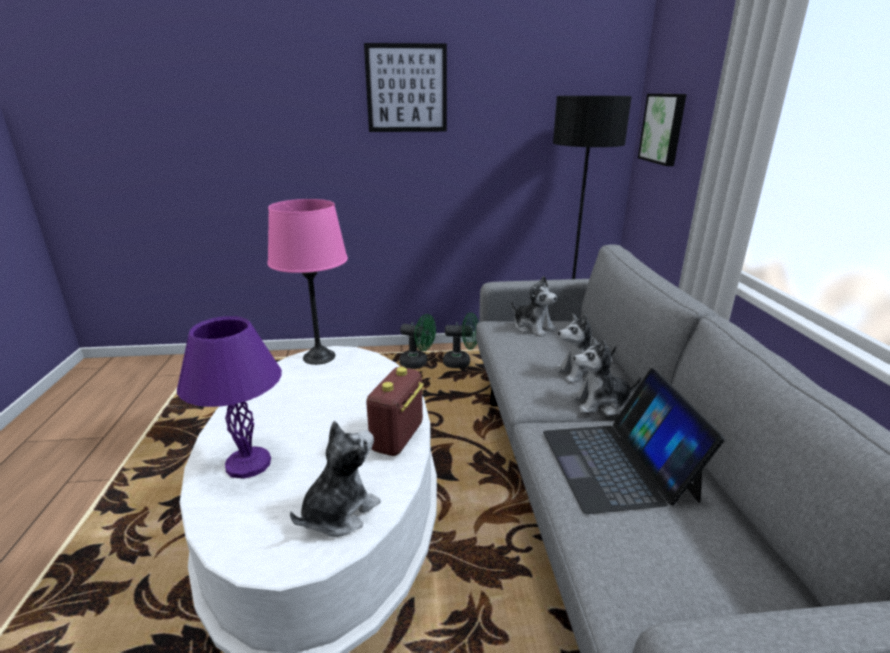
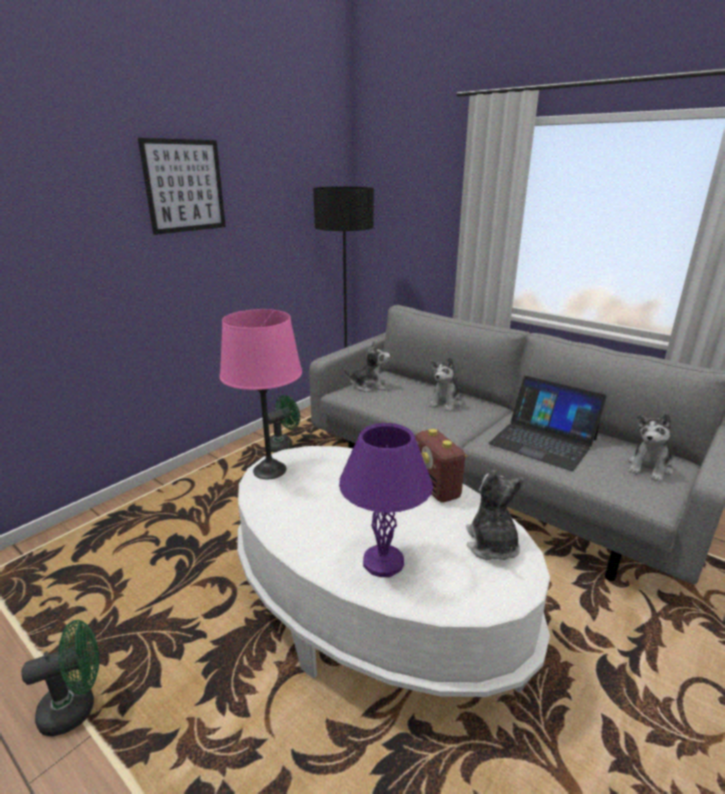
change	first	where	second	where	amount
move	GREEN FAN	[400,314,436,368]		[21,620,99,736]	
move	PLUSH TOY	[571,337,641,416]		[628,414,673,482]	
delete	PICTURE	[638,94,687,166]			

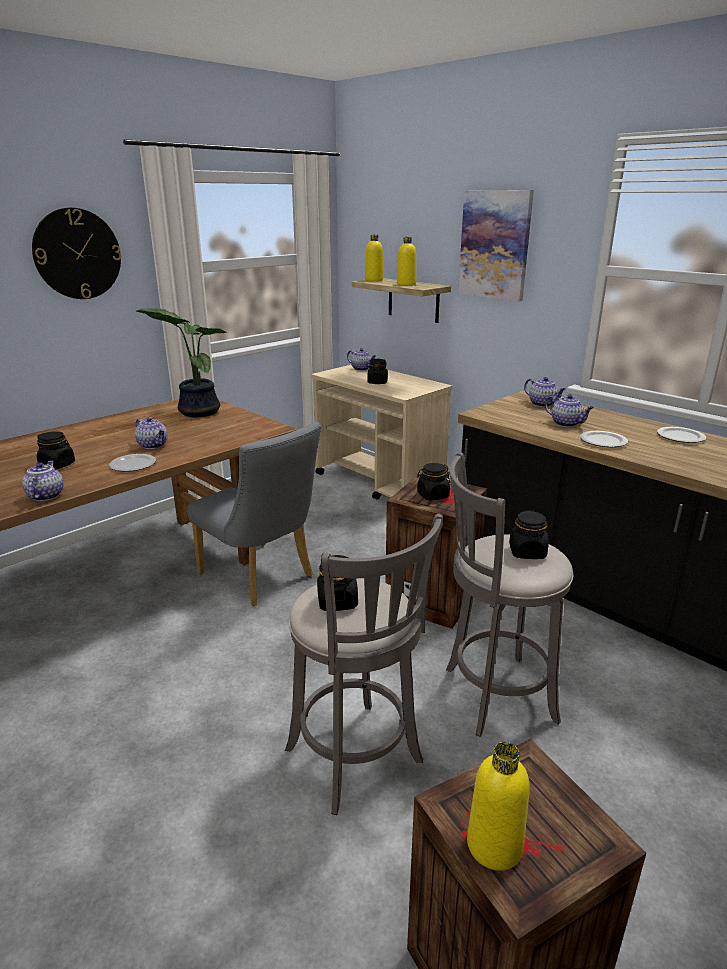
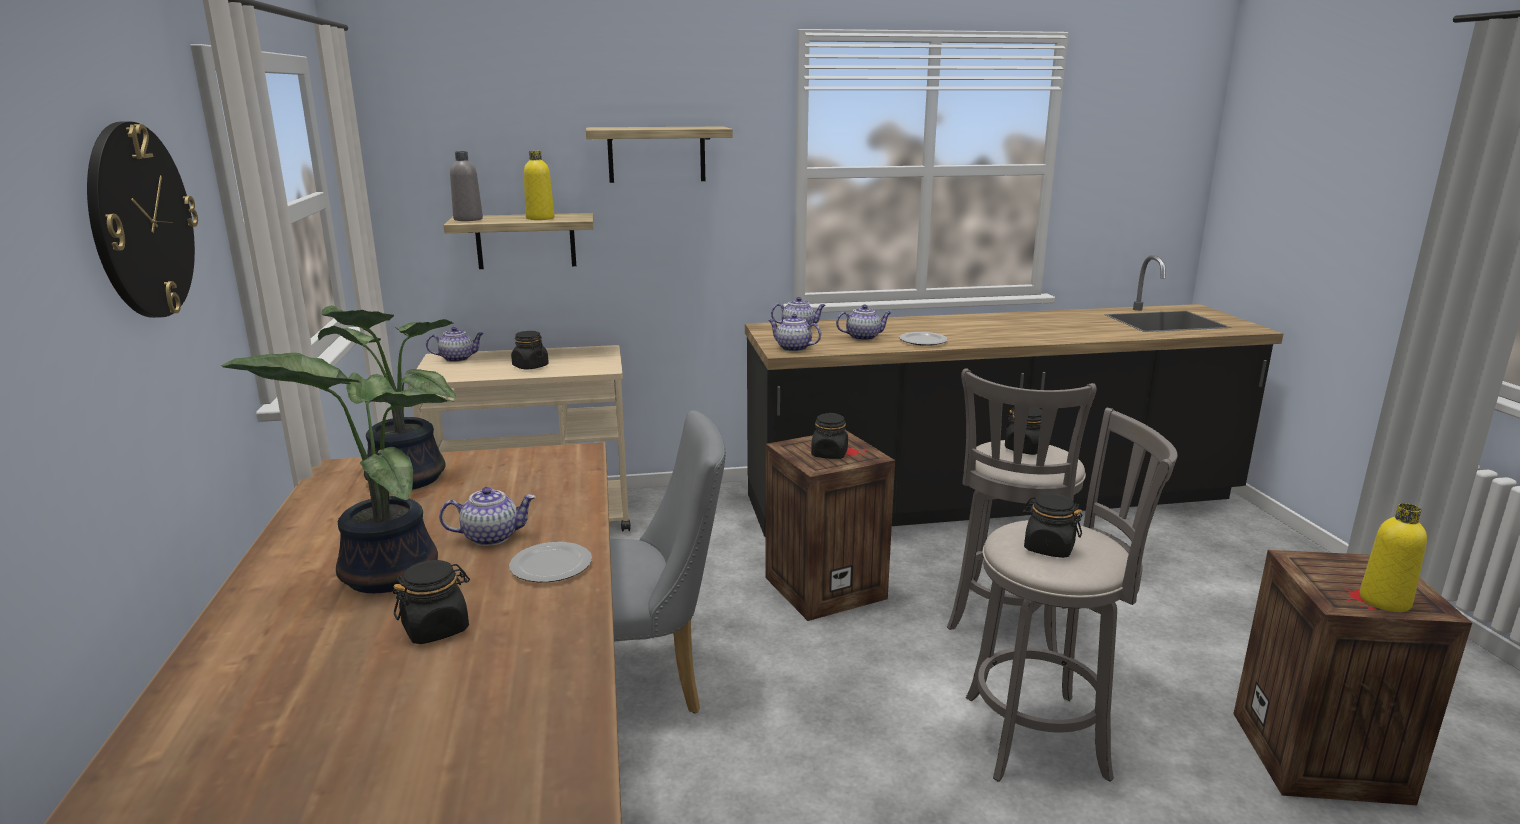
change	first	where	second	where	amount
insert			POTTED PLANT	[221,353,454,593]	
recolor	YELLOW BOTTLE	[365,235,383,281]	GREY BOTTLE	[450,151,483,221]	
replace	PICTURE	[458,190,534,301]	SHELF	[586,127,733,183]	
move	TEAPOT	[22,461,64,501]		[768,314,821,352]	
delete	PLATE	[657,427,706,443]			

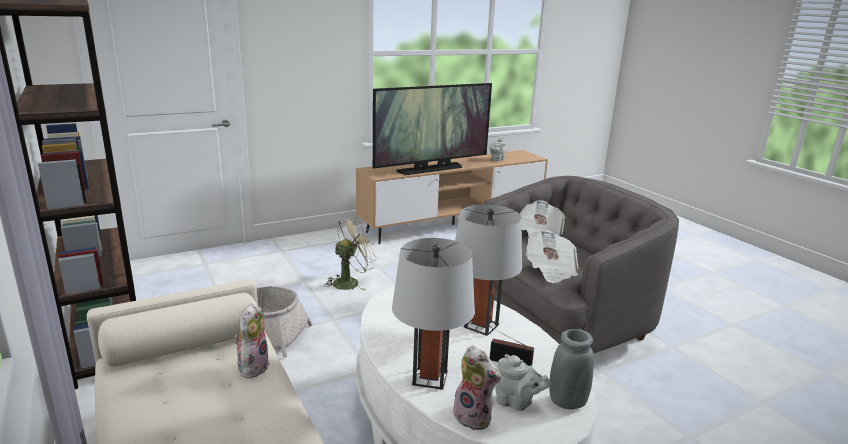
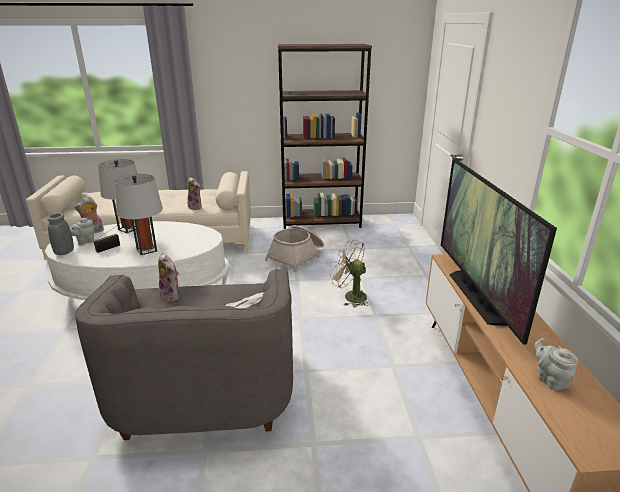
change	first	where	second	where	amount
replace	NEWSPAPER	[526,230,578,283]	PLUSH TOY	[158,253,179,303]	
rotate	BEIGE FAN	[324,217,377,291]		[330,239,370,307]	135 degrees clockwise

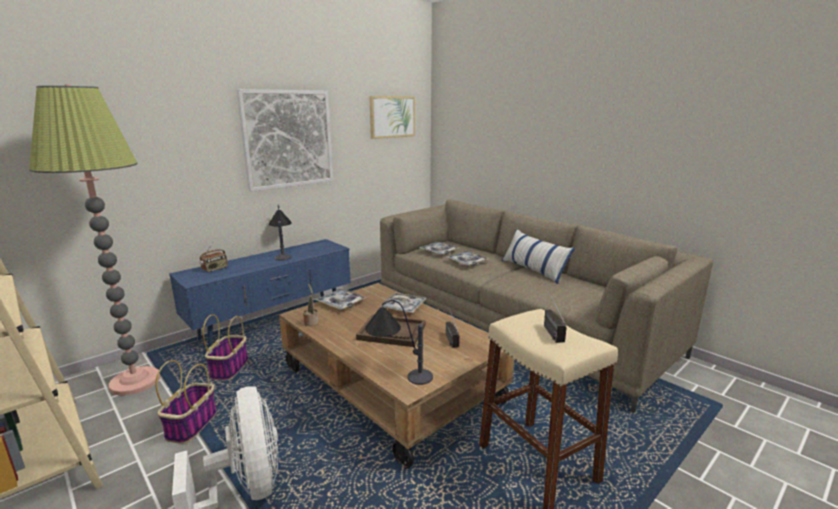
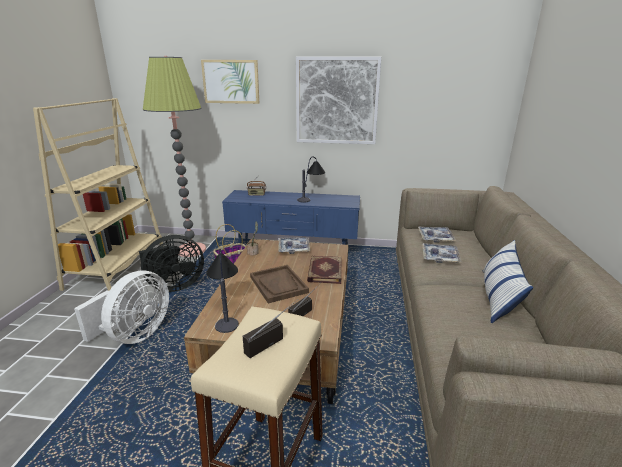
change	first	where	second	where	amount
replace	BASKET	[155,360,217,444]	BLACK FAN	[139,235,204,292]	
move	PICTURE	[369,96,415,139]		[201,60,259,104]	
replace	TRAY	[379,292,426,313]	BOOK	[307,256,342,284]	

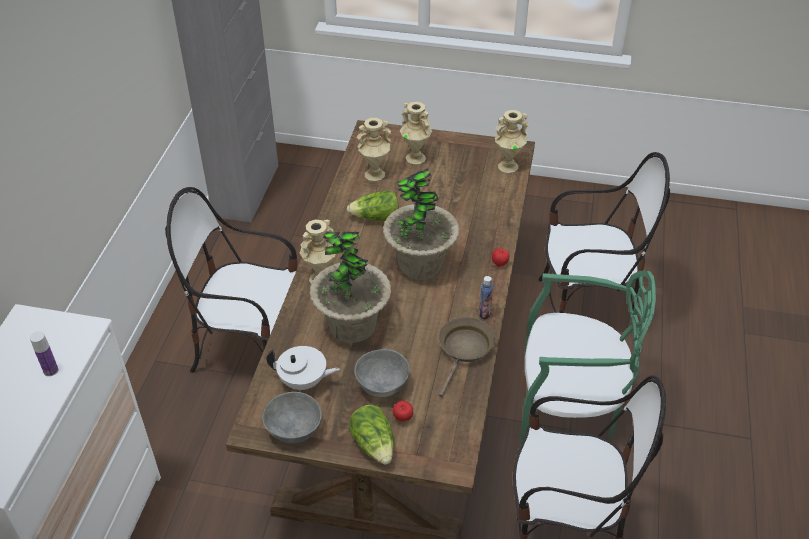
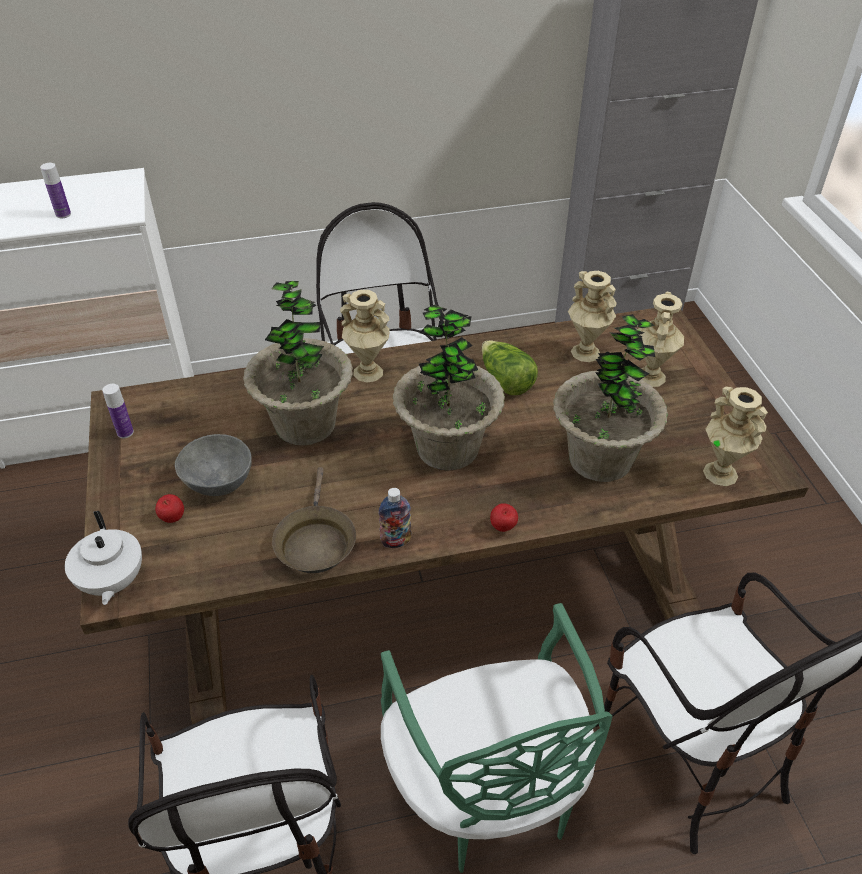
change	first	where	second	where	amount
move	WHITE TEAPOT	[267,346,340,392]		[65,511,142,605]	
replace	GREY BOWL	[262,392,322,443]	BOTTLE	[102,384,134,438]	
rotate	BROWN FRYING PAN	[439,317,495,397]		[272,467,356,573]	90 degrees clockwise
insert			POTTED PLANT	[553,314,668,482]	
delete	LETTUCE	[349,405,394,465]			

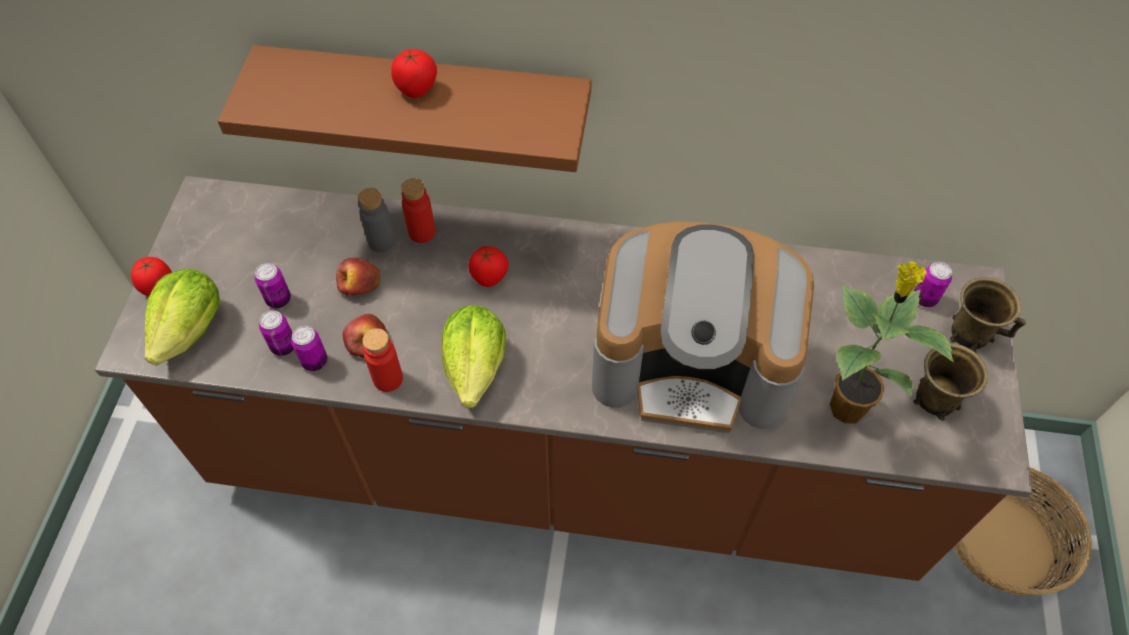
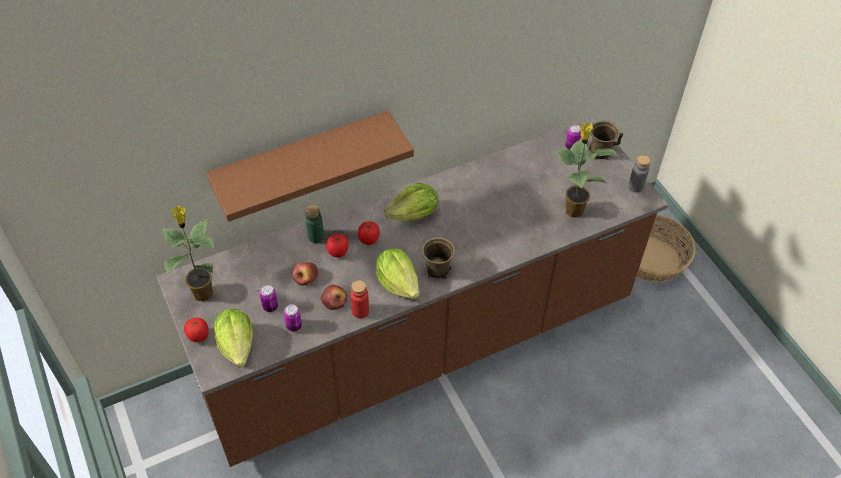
change	first	where	second	where	amount
insert			POTTED PLANT	[162,206,215,301]	
recolor	RED BOTTLE	[401,178,436,243]	GREEN BOTTLE	[305,205,324,243]	
move	TOMATO	[391,49,437,98]		[327,234,349,257]	
insert			LETTUCE	[384,183,439,221]	
move	BROWN MUG	[913,343,988,421]		[422,237,455,279]	
move	GREY BOTTLE	[358,188,395,252]		[628,155,650,193]	
delete	CAN	[291,326,327,371]			
delete	COFFEE MACHINE	[592,222,814,433]			

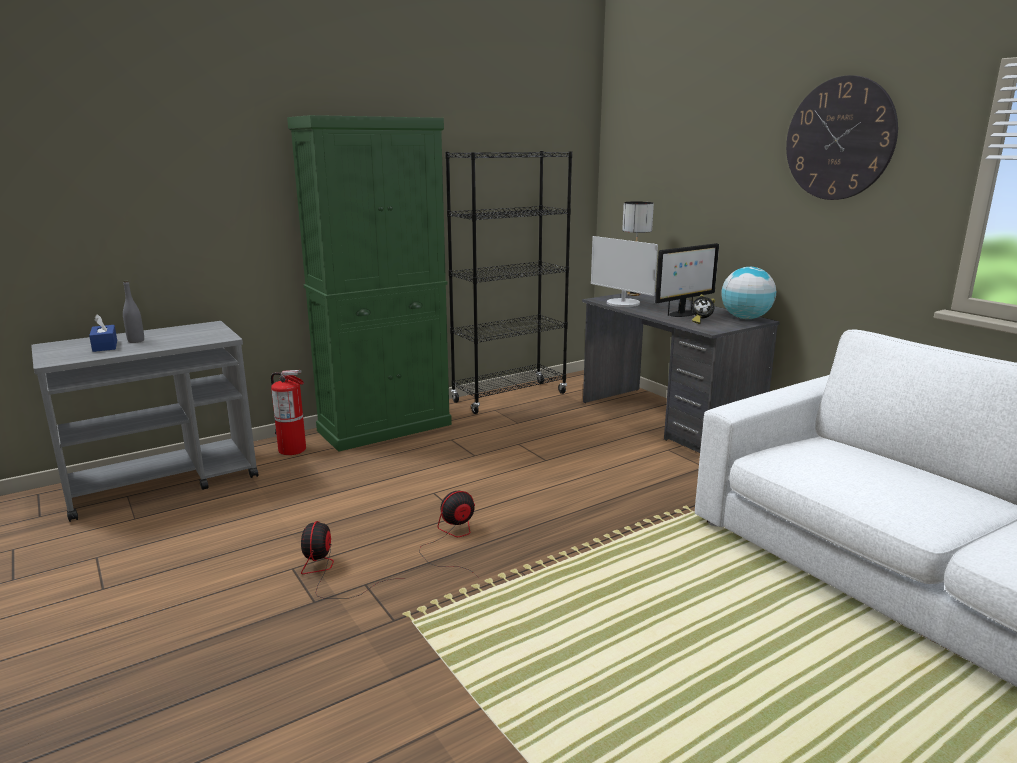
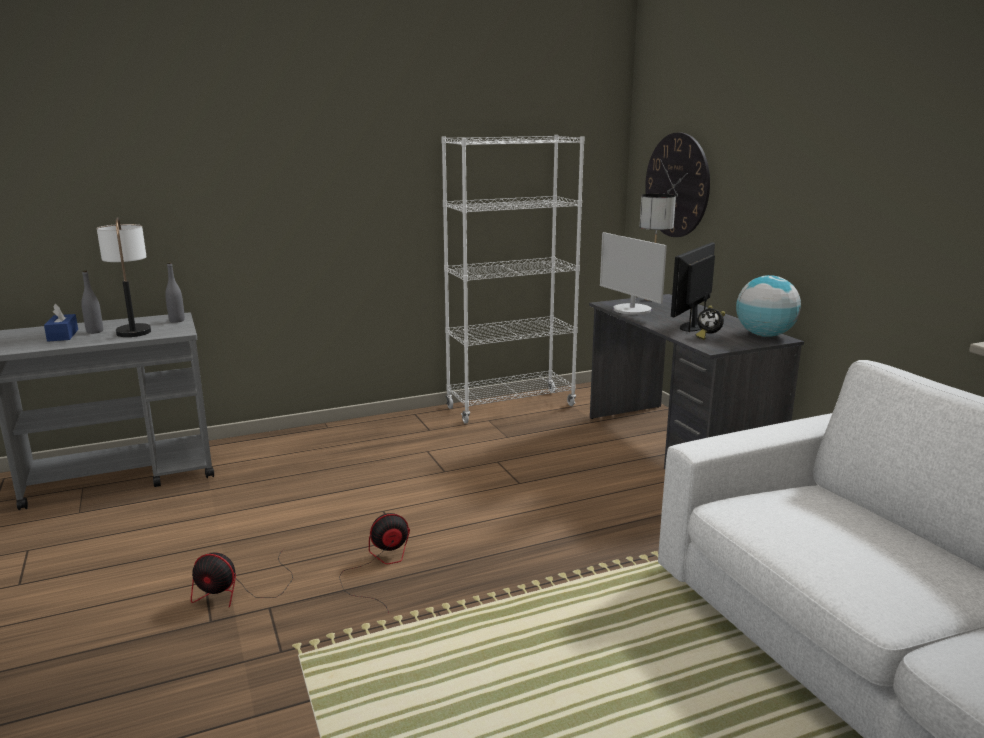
change	first	where	second	where	amount
insert			TABLE LAMP	[97,217,151,337]	
insert			GREY BOTTLE	[165,262,185,323]	
rotate	FAN	[301,521,392,598]		[191,549,293,608]	90 degrees counterclockwise
recolor	BLACK BOOKCASE	[445,151,572,414]	WHITE BOOKCASE	[441,135,585,424]	
move	WALL CLOCK	[786,75,898,200]		[645,133,710,237]	
rotate	MONITOR	[655,243,719,317]		[671,242,715,332]	150 degrees clockwise
delete	FIRE EXTINGUISHER	[271,370,306,455]			
delete	GREEN CABINET	[287,115,452,452]			

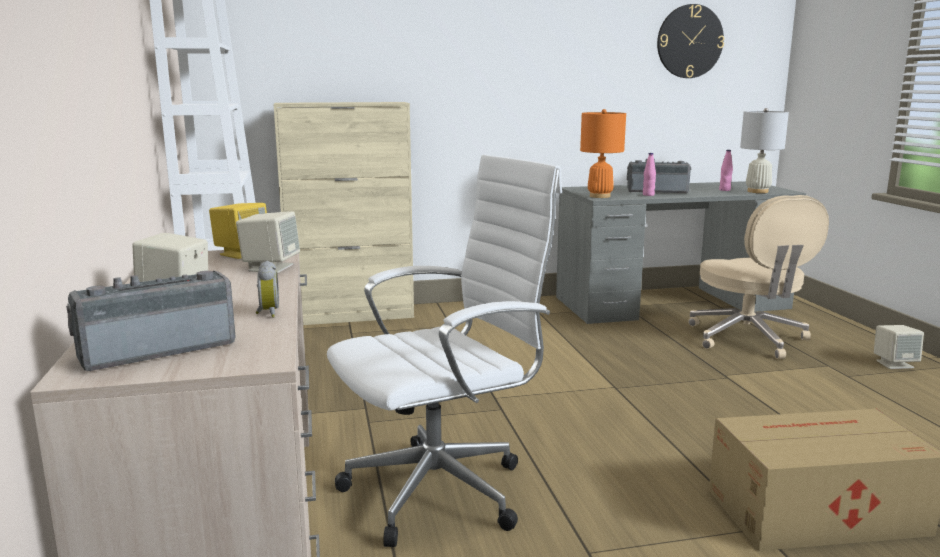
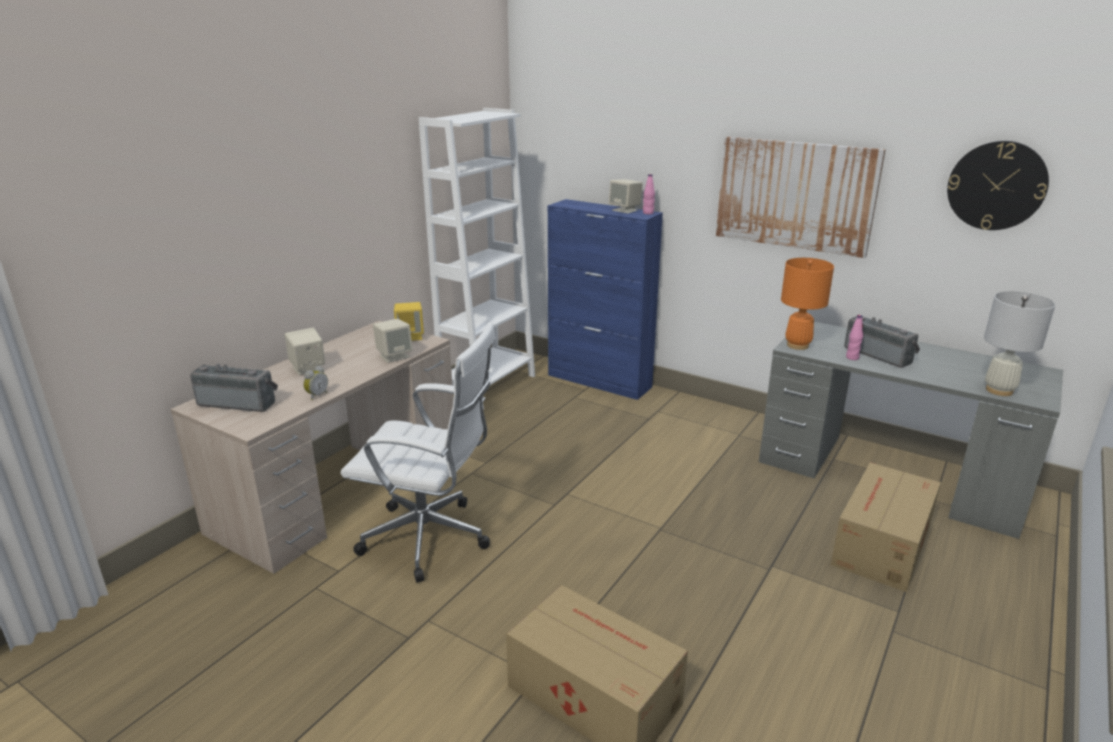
change	first	where	second	where	amount
recolor	BEIGE CABINET	[273,102,414,325]	BLUE CABINET	[548,199,663,400]	
move	BEIGE SPEAKER	[874,325,924,369]		[609,179,643,214]	
move	PINK BOTTLE	[719,150,733,191]		[643,174,655,214]	
insert			PICTURE	[716,137,886,258]	
replace	BEIGE OFFICE CHAIR	[688,195,829,359]	CARDBOARD BOX	[831,462,941,592]	

